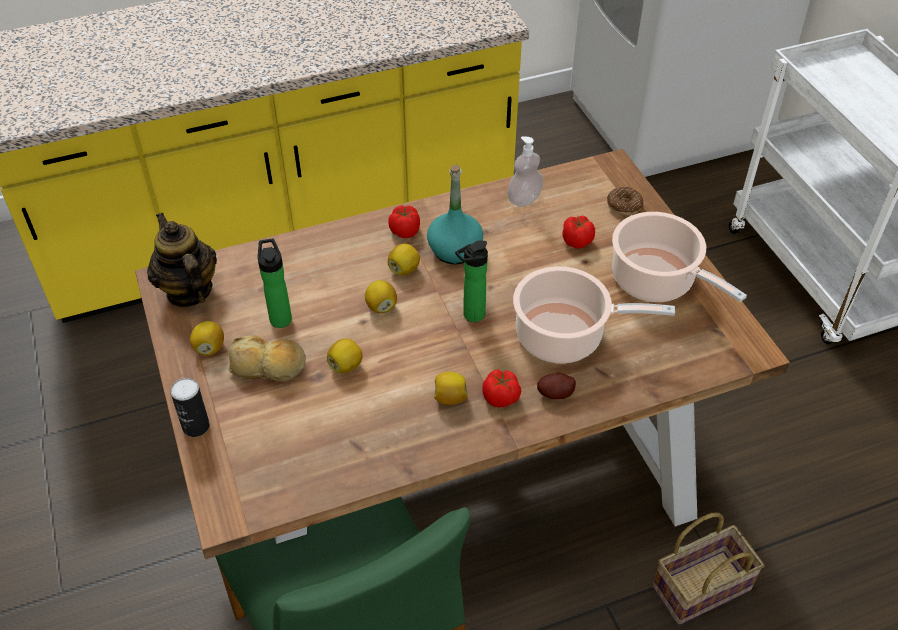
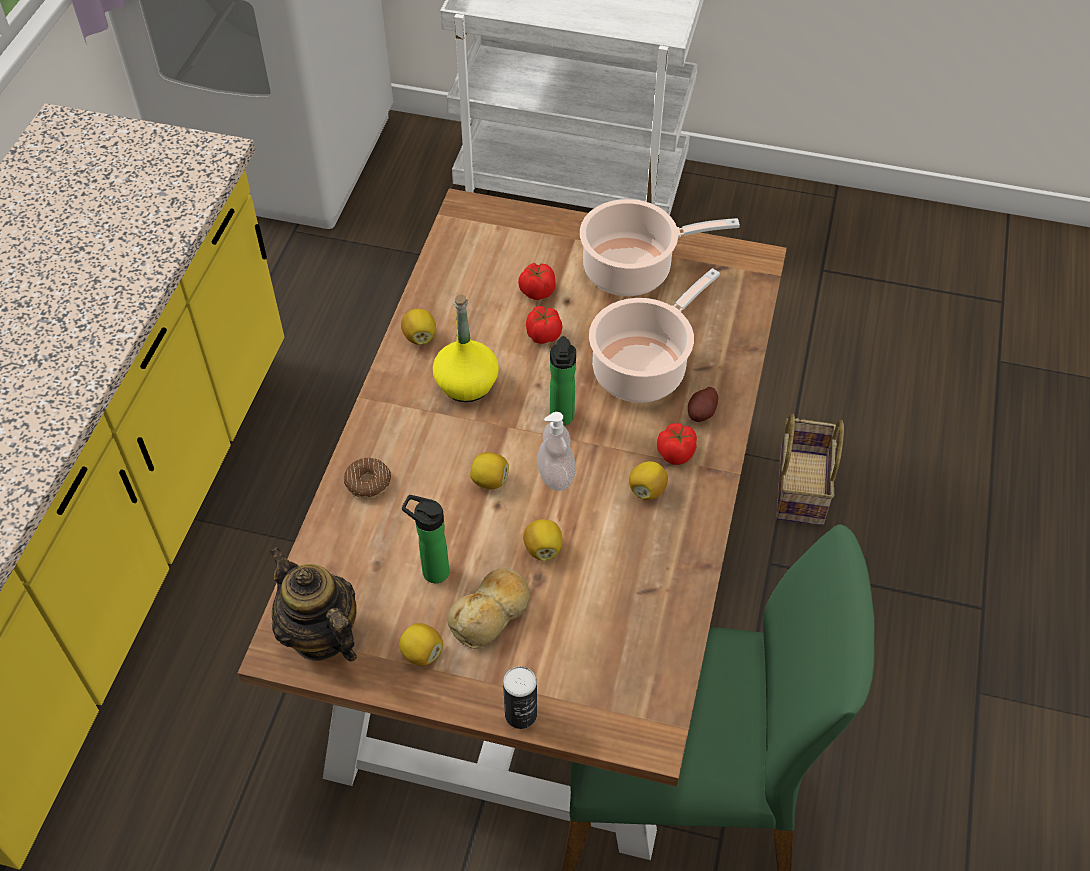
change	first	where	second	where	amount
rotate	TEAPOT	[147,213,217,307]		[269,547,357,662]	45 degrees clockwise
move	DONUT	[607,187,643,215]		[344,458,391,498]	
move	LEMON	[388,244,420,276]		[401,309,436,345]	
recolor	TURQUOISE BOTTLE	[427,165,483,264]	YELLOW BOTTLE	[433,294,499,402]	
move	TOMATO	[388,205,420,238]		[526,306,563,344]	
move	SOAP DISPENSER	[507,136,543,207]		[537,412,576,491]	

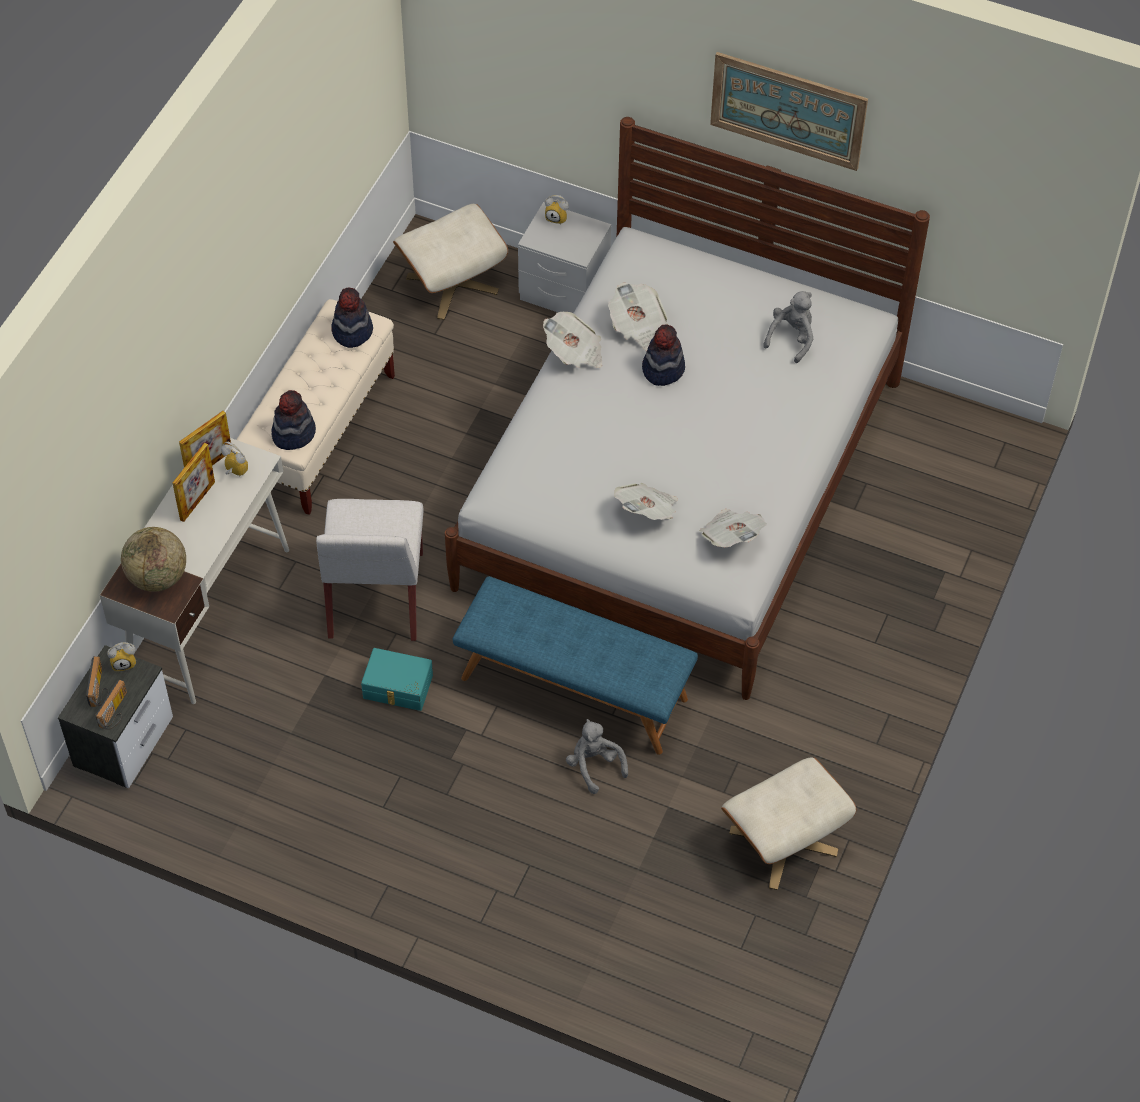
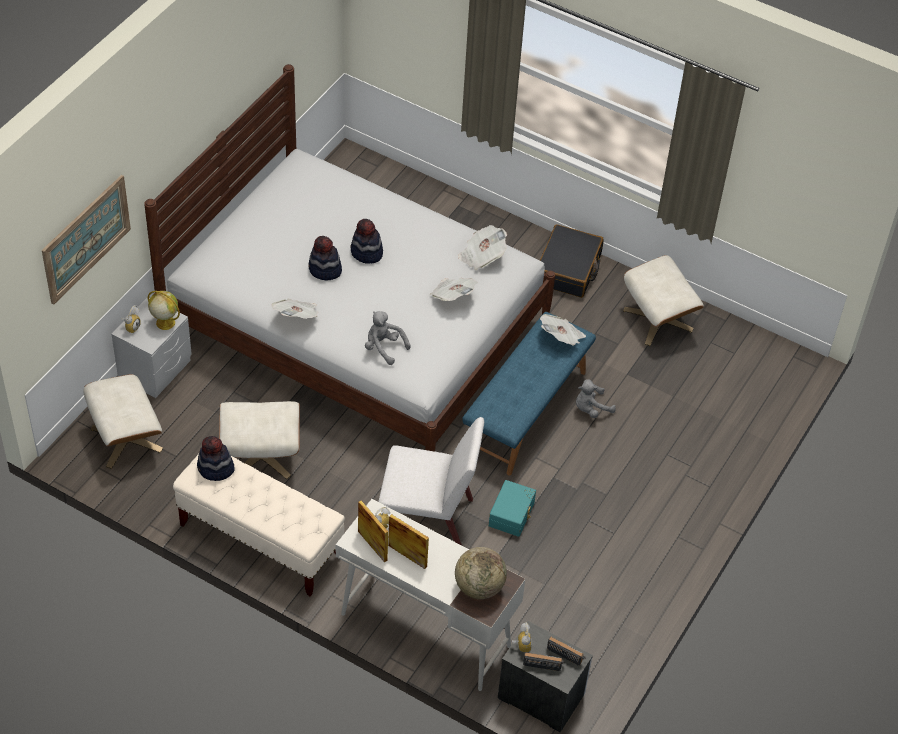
change	first	where	second	where	amount
move	PICTURE	[710,52,868,171]		[42,175,131,305]	
insert			GLOBE	[148,291,180,330]	
insert			BEIGE OTTOMAN	[219,401,300,479]	
move	HAT	[271,390,316,450]		[351,219,383,264]	
move	GREY PLUSH TOY	[763,291,813,363]		[365,311,410,365]	
insert			BLACK SUITCASE	[540,224,604,298]	
move	NEWSPAPER	[608,282,669,351]		[540,314,586,346]	

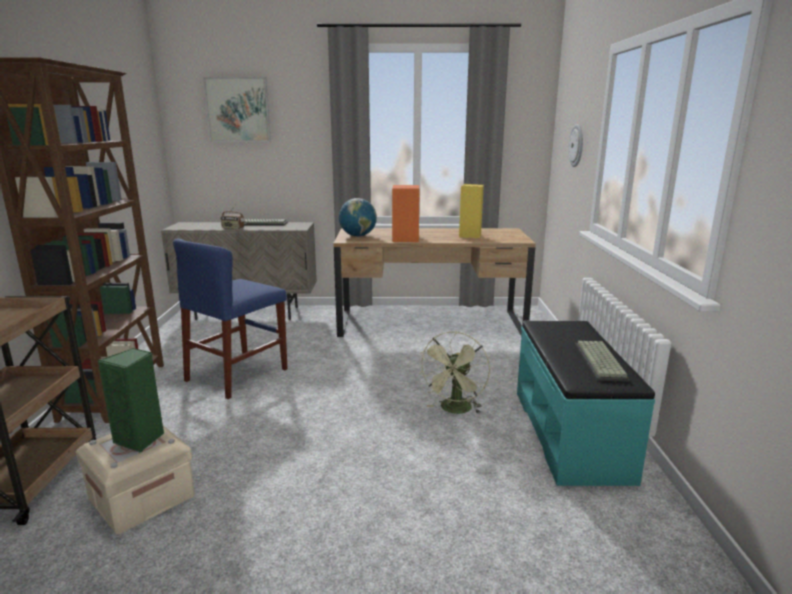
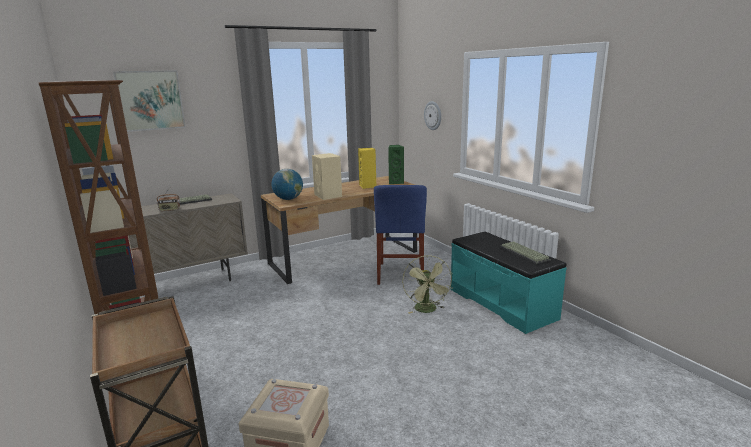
change	first	where	second	where	amount
recolor	ORANGE SPEAKER	[392,185,420,242]	BEIGE SPEAKER	[312,153,342,200]	
move	BLUE CHAIR	[173,238,288,399]		[374,185,427,285]	
move	GREEN SPEAKER	[98,348,164,453]		[388,145,404,184]	

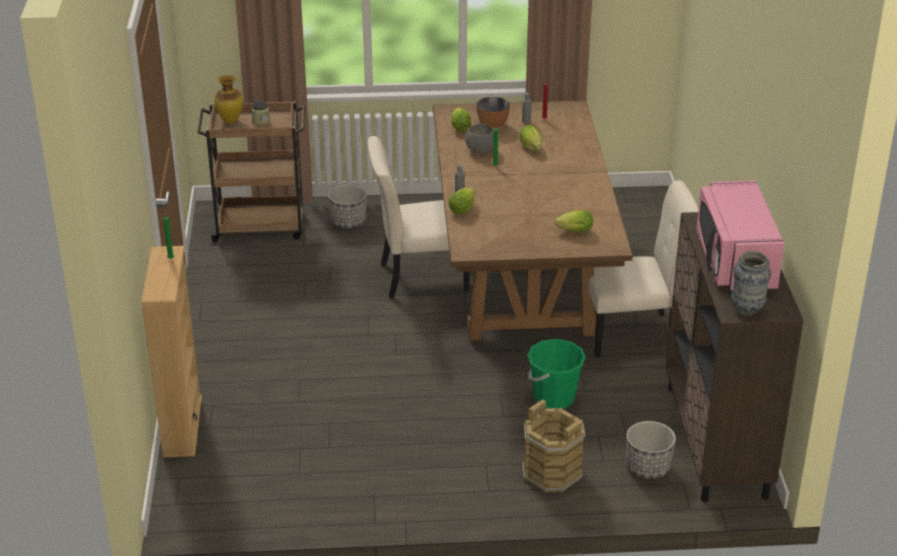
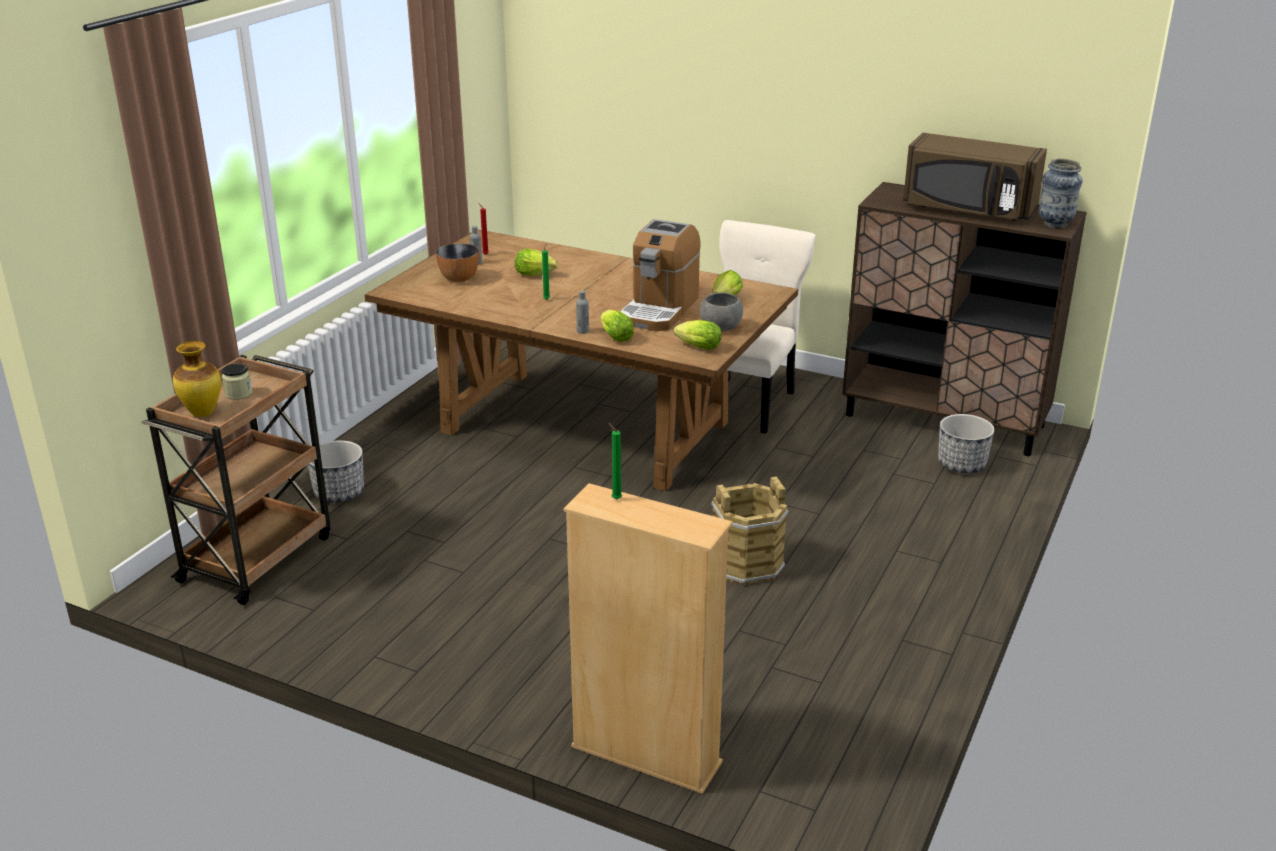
change	first	where	second	where	amount
insert			COFFEE MACHINE	[620,219,701,331]	
move	LETTUCE	[451,107,471,132]		[674,320,722,350]	
move	GREY BOWL	[465,124,494,153]		[700,293,743,332]	
move	BROWN BUCKET	[523,399,585,493]		[711,477,789,586]	
recolor	PINK MICROWAVE	[696,180,785,292]	BROWN MICROWAVE	[903,133,1047,221]	
delete	BEIGE CHAIR	[368,136,470,299]			
delete	GREEN BUCKET	[527,339,586,409]			

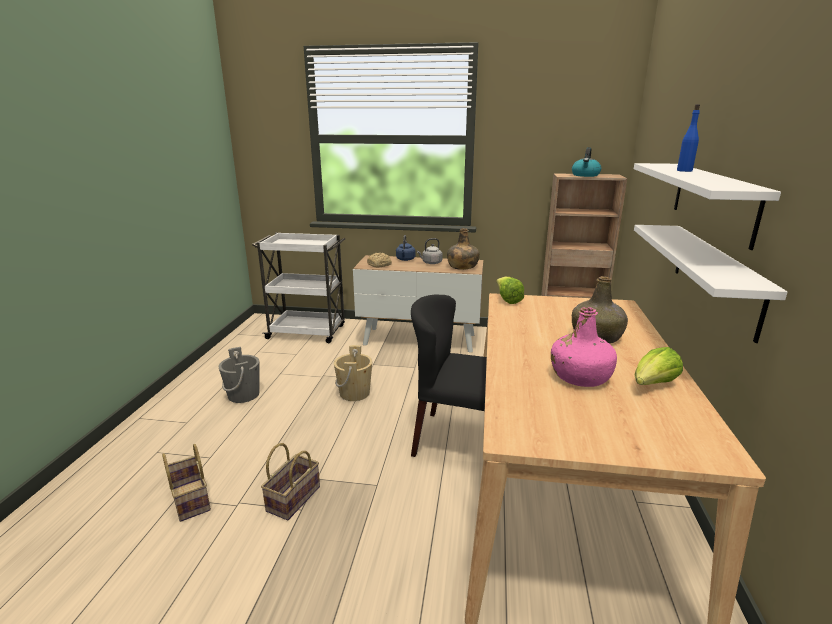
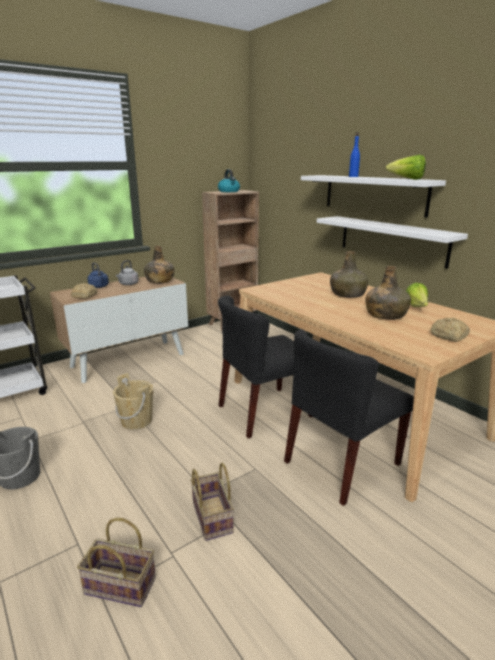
change	first	where	second	where	amount
insert			BLACK CHAIR	[284,329,414,506]	
recolor	PINK BOTTLE	[551,307,617,387]	GREEN BOTTLE	[365,266,411,320]	
move	LETTUCE	[496,277,524,304]		[386,155,426,180]	
insert			BREAD	[431,317,470,342]	

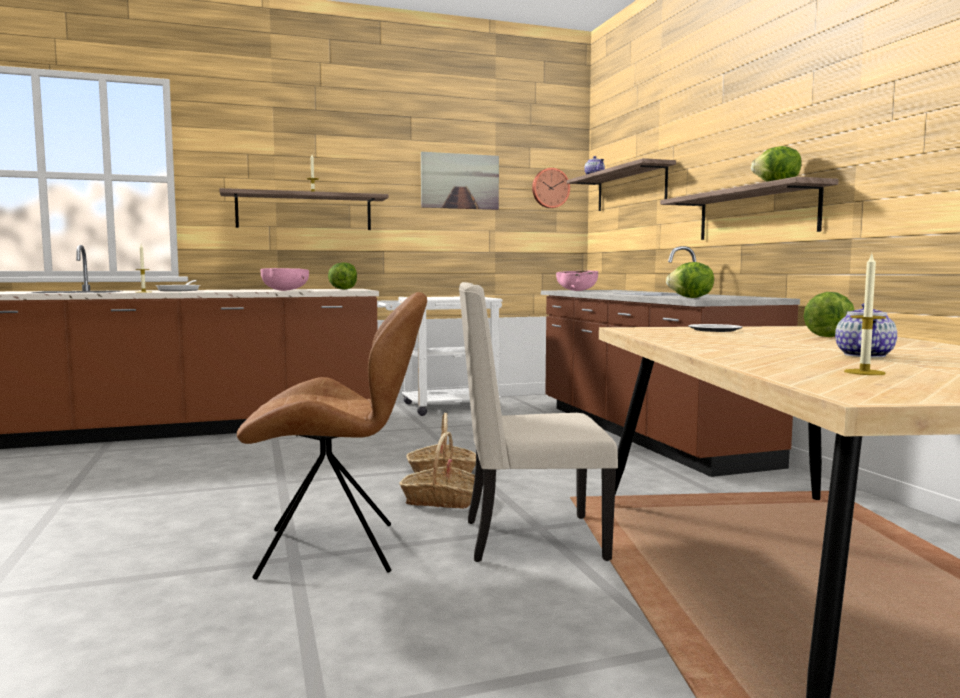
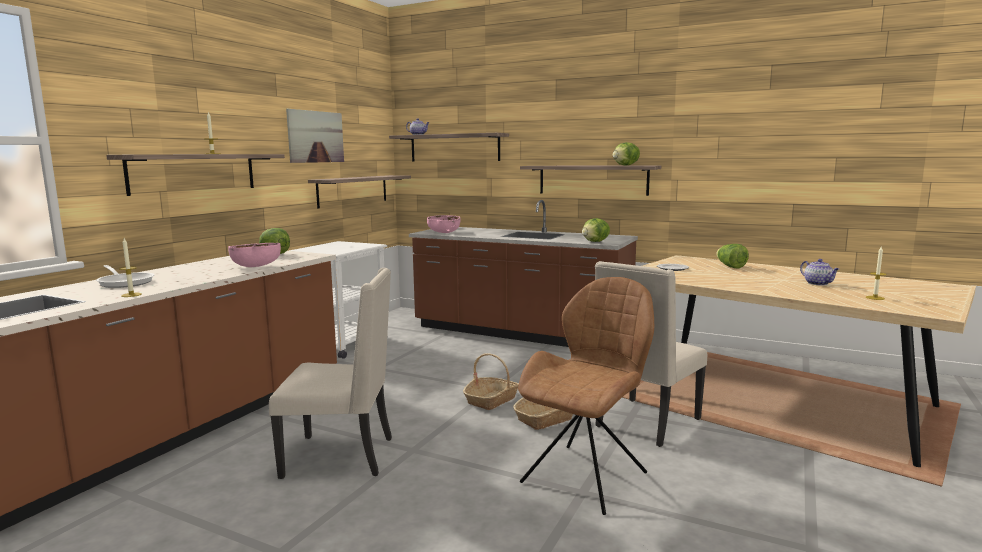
change	first	where	second	where	amount
insert			BEIGE CHAIR	[269,268,392,479]	
insert			SHELF	[308,175,411,209]	
delete	WALL CLOCK	[532,168,570,208]			

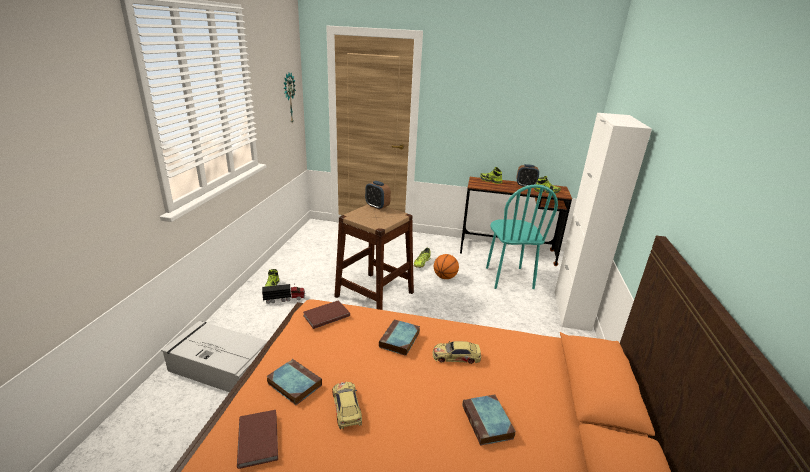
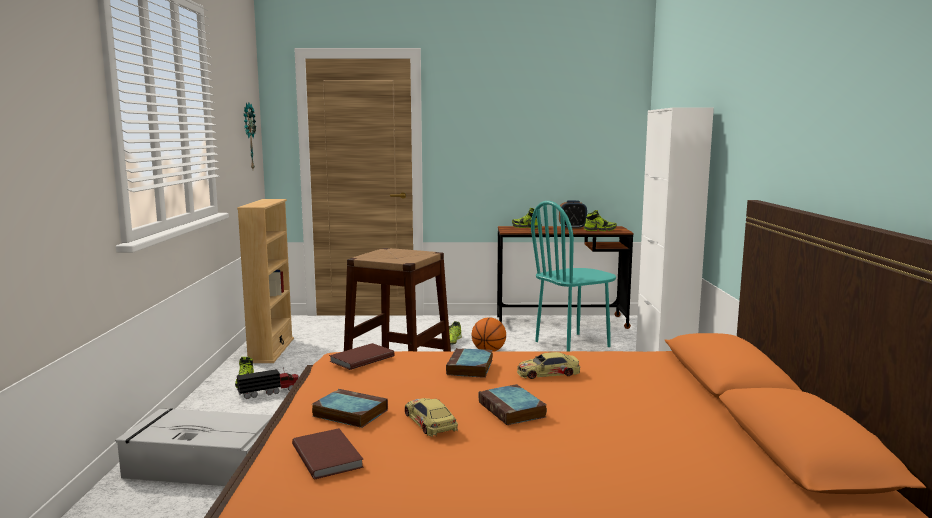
change	first	where	second	where	amount
insert			BEIGE BOOKCASE	[237,199,294,363]	
move	BOOK	[462,395,516,446]		[479,384,547,425]	
rotate	TURQUOISE CHAIR	[486,184,558,289]		[531,201,616,351]	75 degrees clockwise
delete	ALARM CLOCK	[365,181,391,210]			

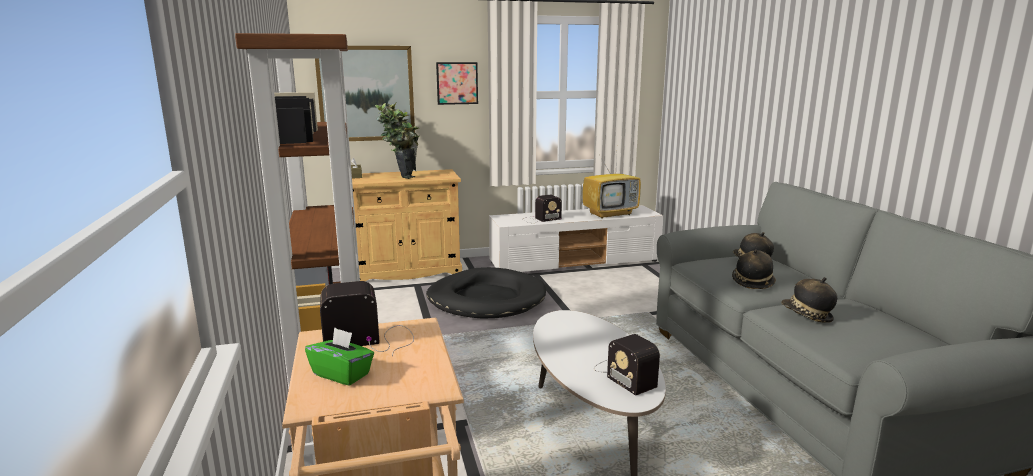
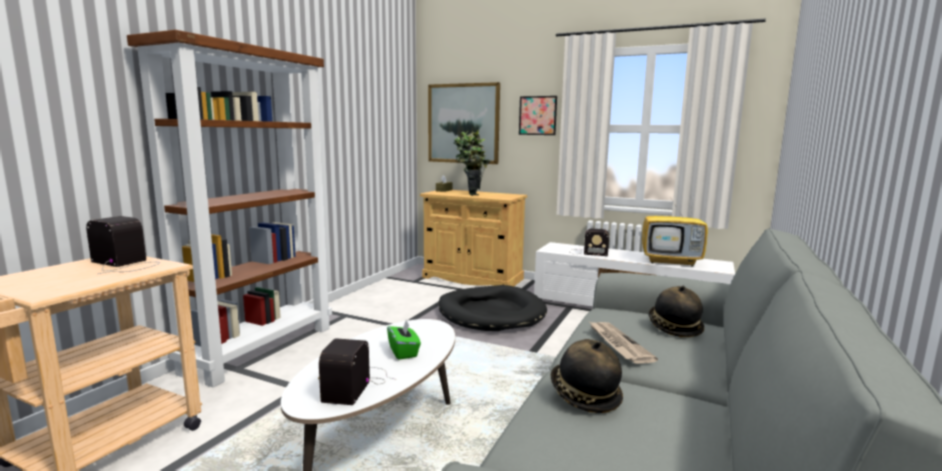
change	first	where	second	where	amount
move	GREEN TISSUE BOX	[305,327,374,386]		[387,321,421,360]	
replace	HAT	[732,250,776,289]	NEWSPAPER	[590,322,658,364]	

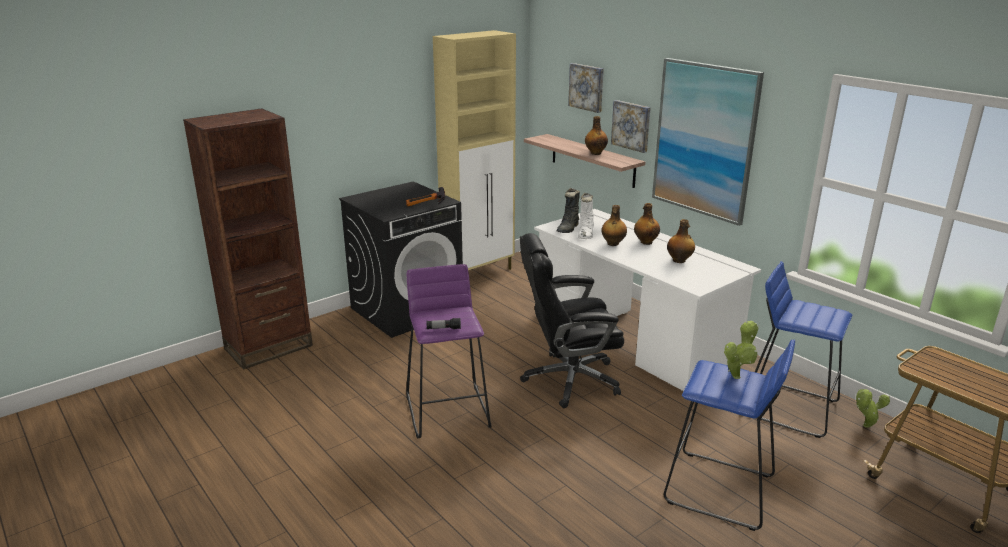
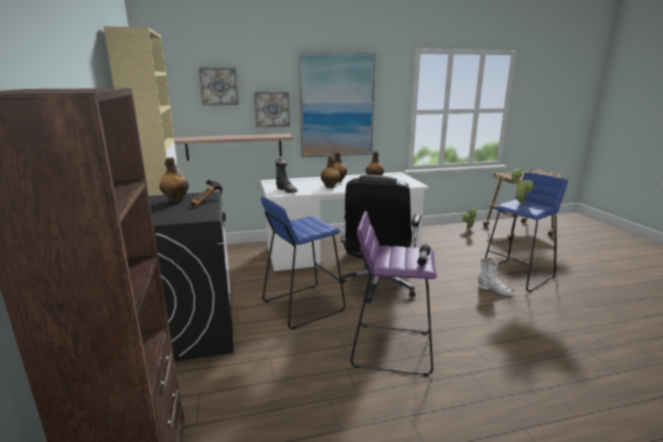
change	first	where	second	where	amount
move	BOTTLE	[585,116,608,155]		[160,157,189,202]	
move	BLUE STOOL	[755,261,852,438]		[261,196,346,330]	
move	WHITE BOOT	[578,193,594,239]		[478,258,516,295]	

